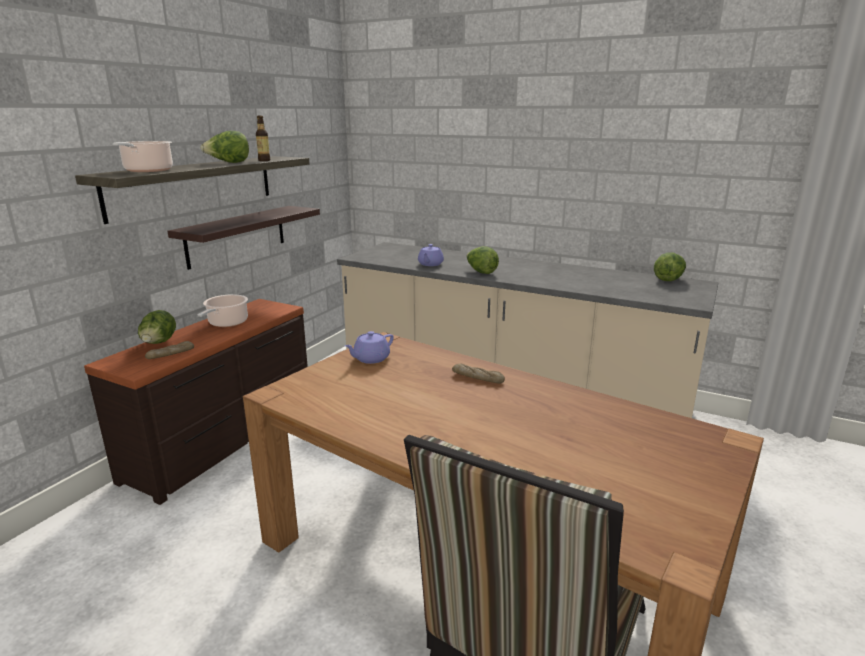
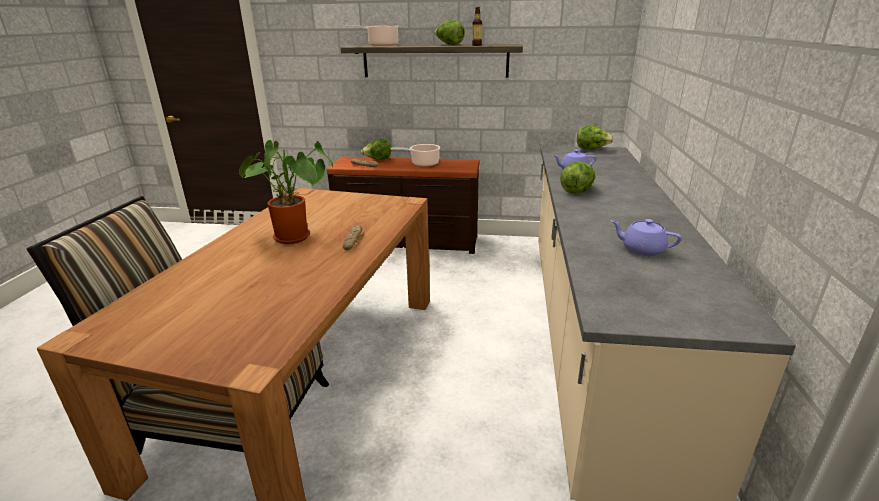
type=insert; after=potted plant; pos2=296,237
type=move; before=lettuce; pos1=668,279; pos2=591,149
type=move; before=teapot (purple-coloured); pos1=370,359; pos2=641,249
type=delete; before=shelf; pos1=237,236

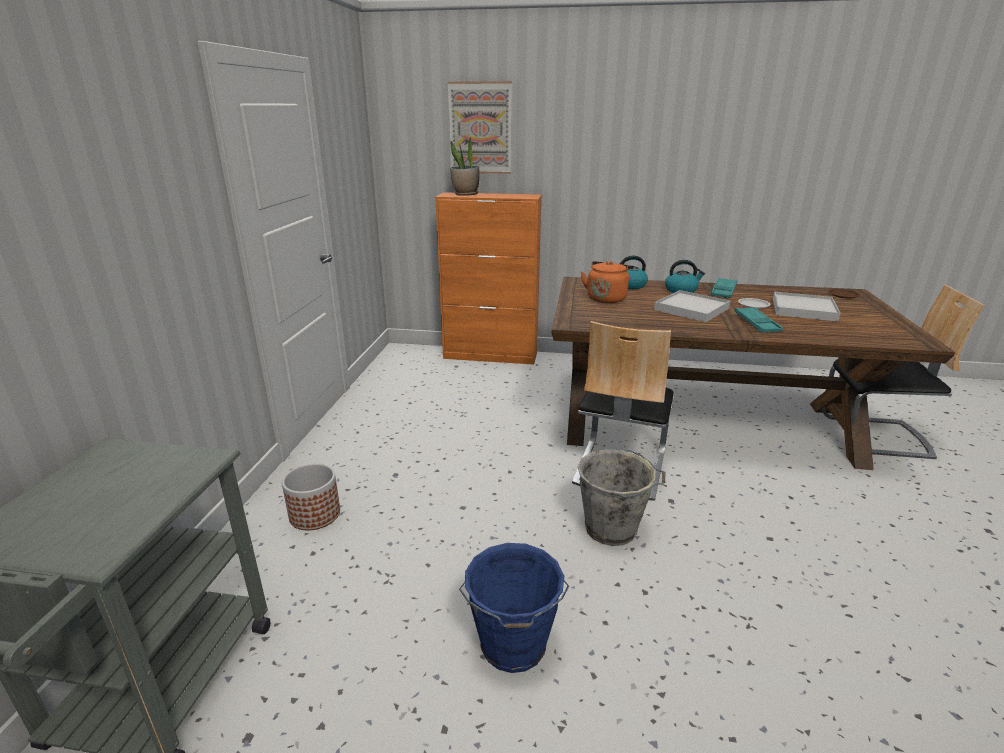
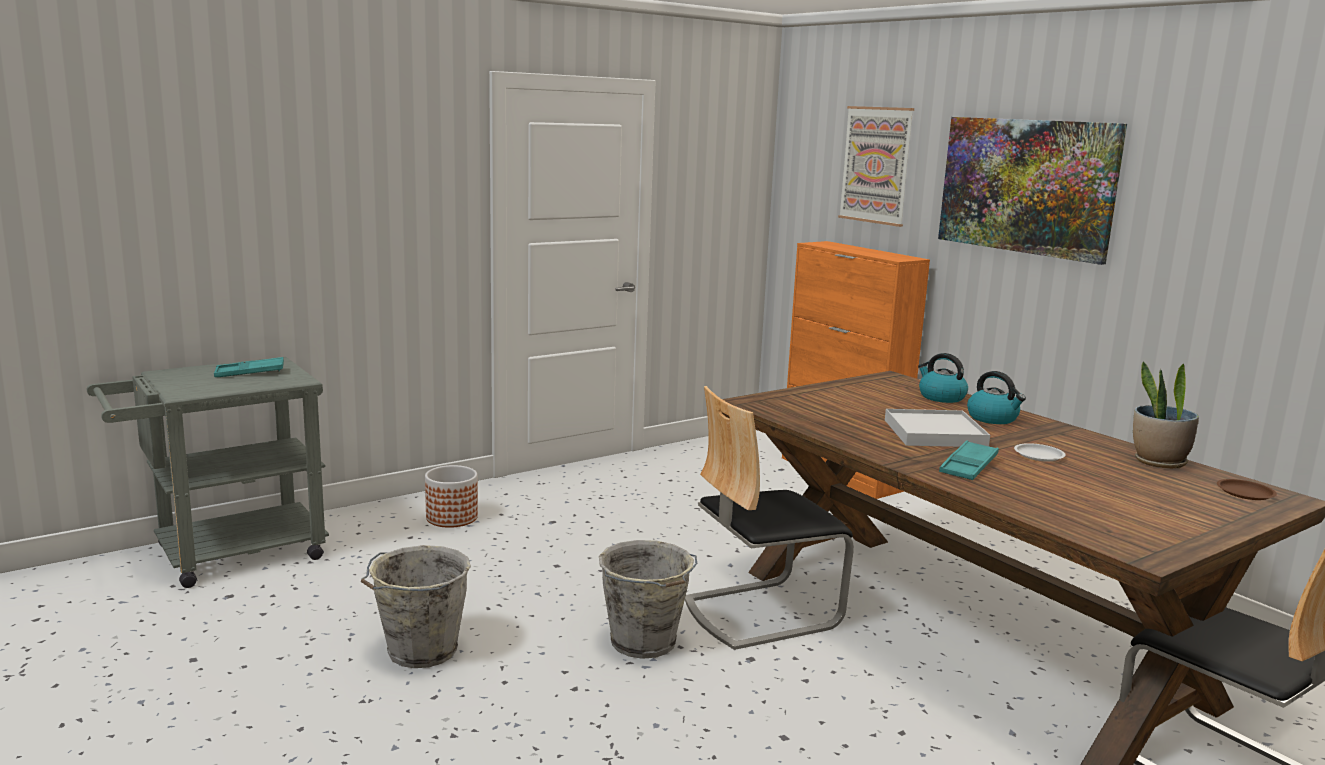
type=move; before=tray (turquoise); pos1=723,291; pos2=250,373
type=recolor; before=pail (blue); after=pail (gray); pos1=513,647; pos2=419,652
type=insert; after=wall art; pos2=1026,186
type=move; before=potted plant; pos1=465,194; pos2=1158,462
type=delete; before=kettle (orange); pos1=606,298
type=delete; before=tray (white); pos1=803,309

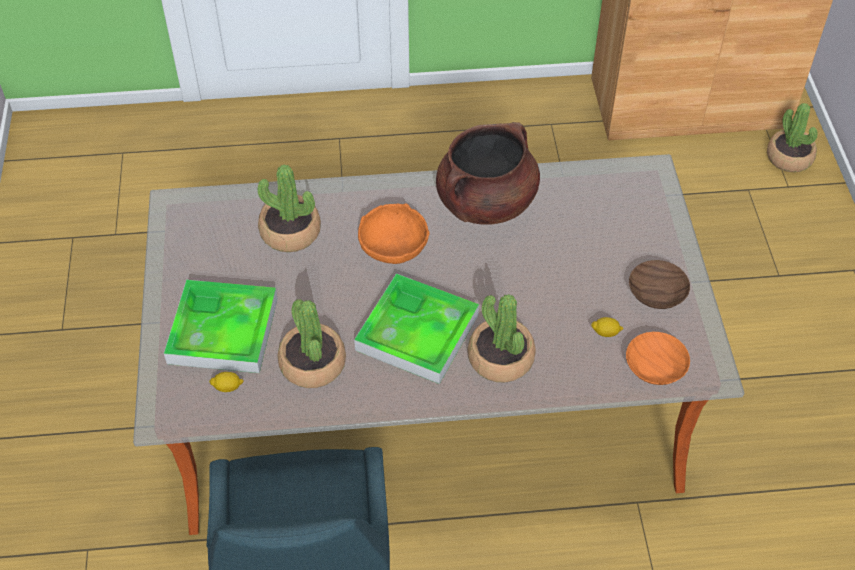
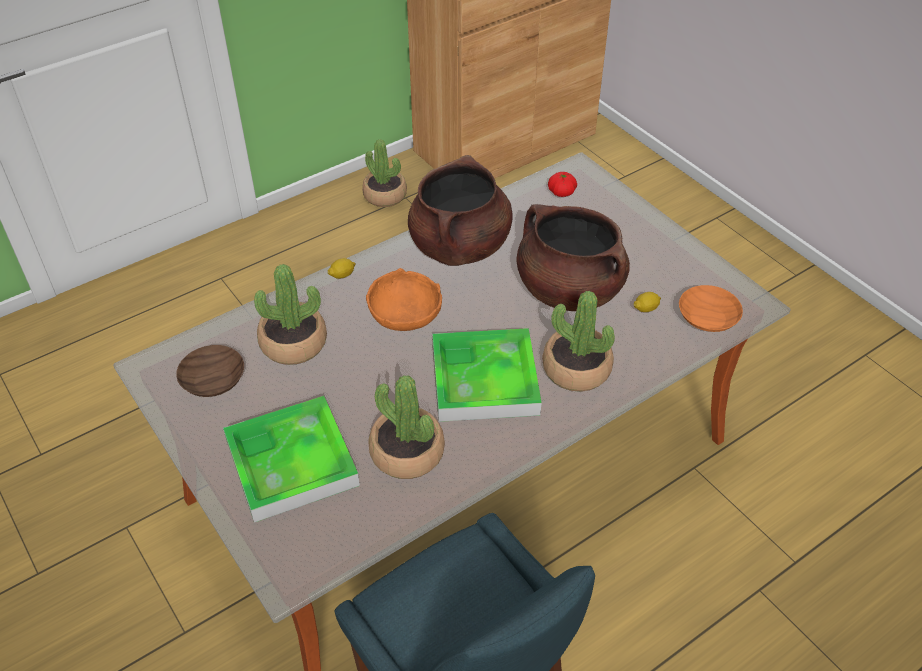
type=move; before=deep dish (brown); pos1=658,293; pos2=215,380
type=move; before=whole lemon; pos1=227,387; pos2=342,275
type=move; before=potted plant; pos1=789,158; pos2=385,195
type=insert; after=cooking pot (brown); pos2=568,290
type=insert; after=fresh tomato; pos2=561,192

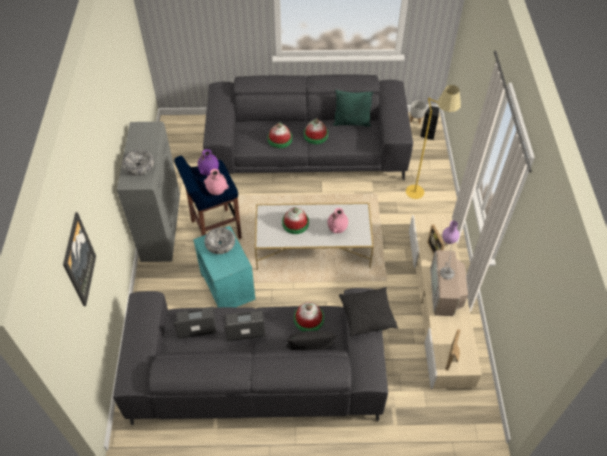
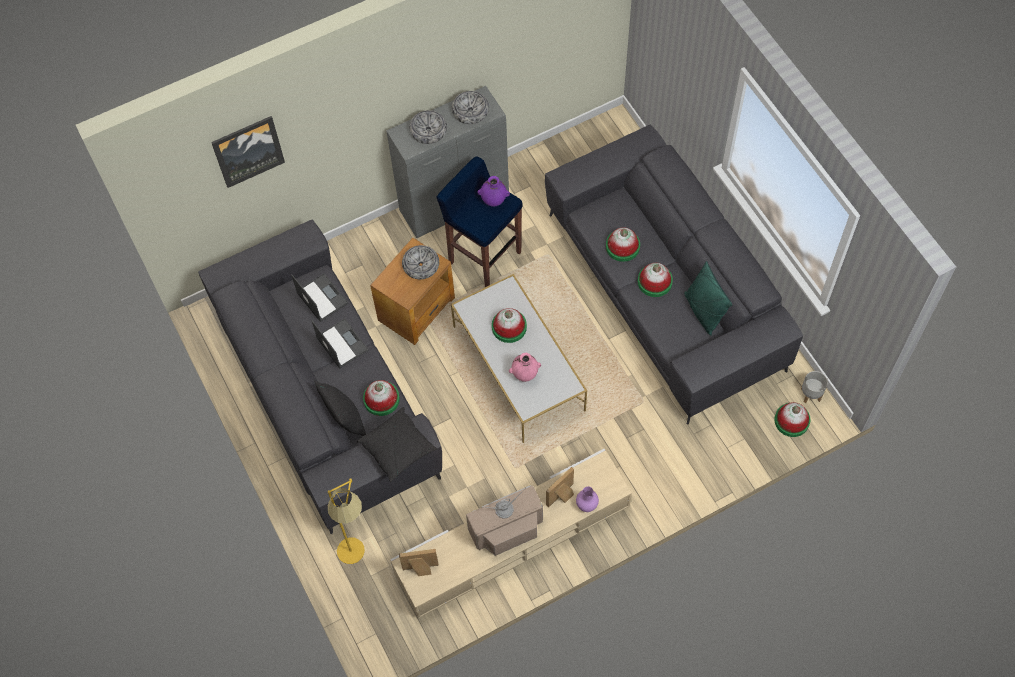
type=move; before=floor lamp (yellowish); pos1=422,189; pos2=359,559
type=recolor; before=accent table (turquoise); after=accent table (brown); pos1=227,285; pos2=417,309
type=insert; after=deep dish; pos2=470,111
type=replace; before=audio speaker (black); after=hat; pos1=428,134; pos2=792,421
type=delete; before=decorative vase (pinkish); pos1=217,191

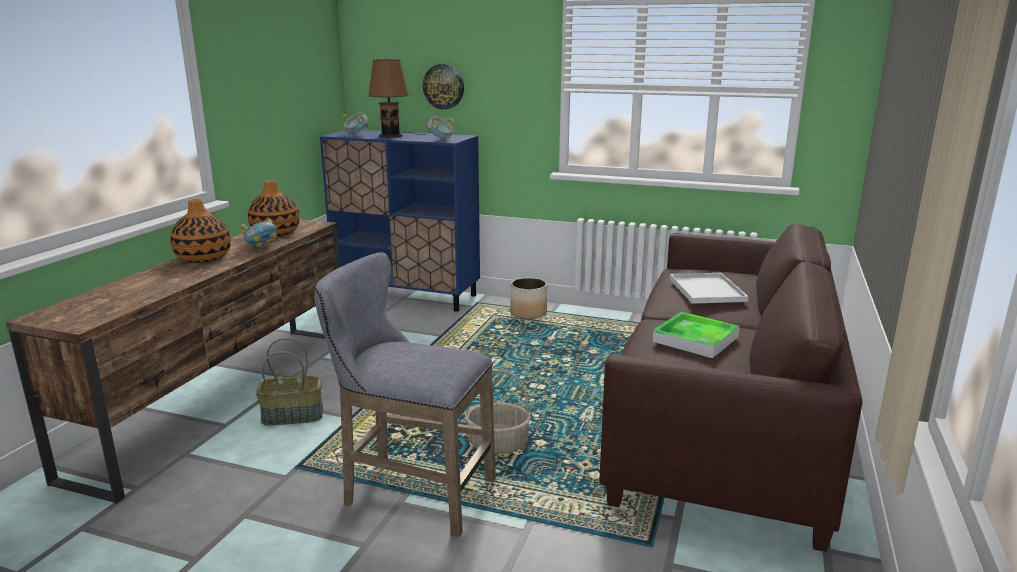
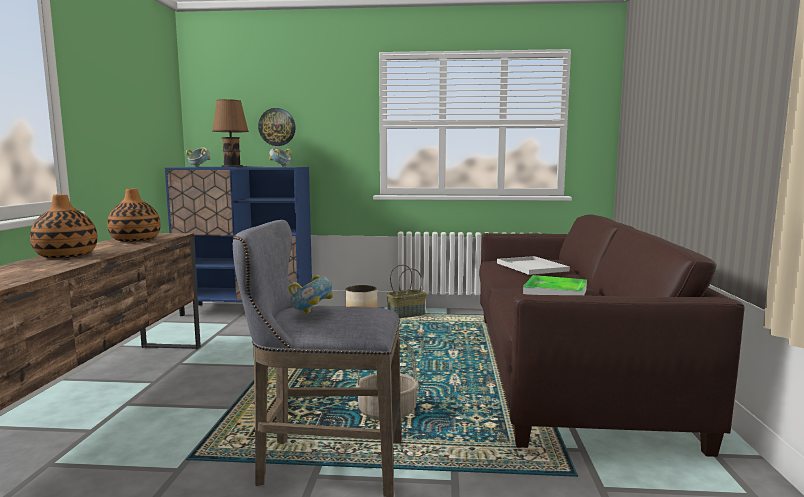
type=move; before=deep dish; pos1=261,247; pos2=311,313
type=move; before=basket; pos1=293,416; pos2=406,315

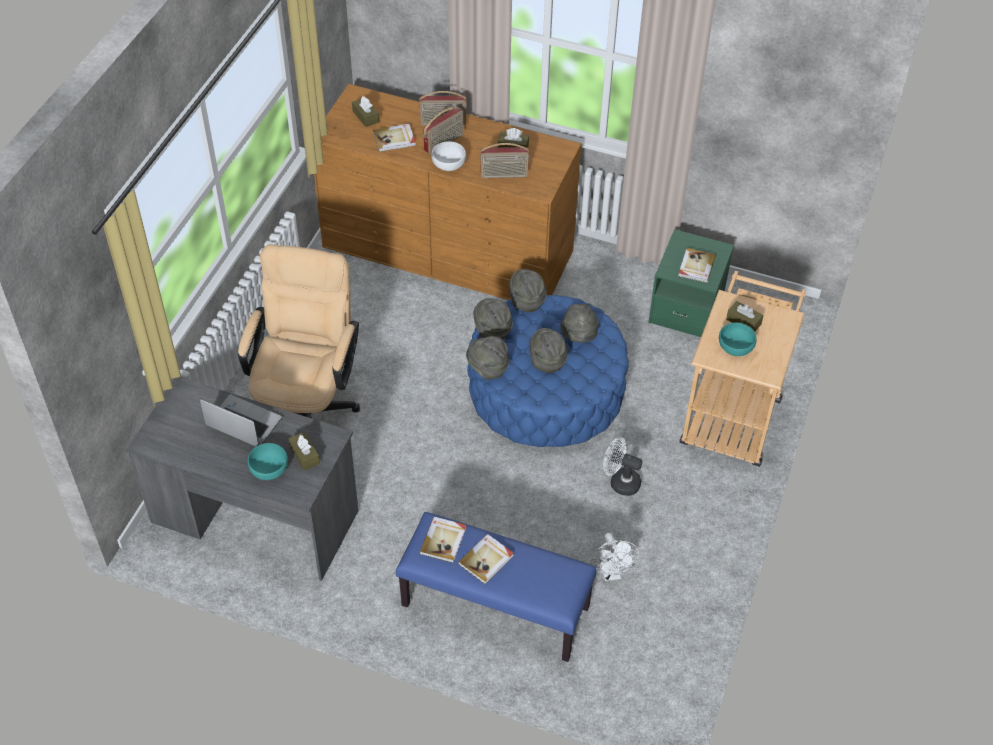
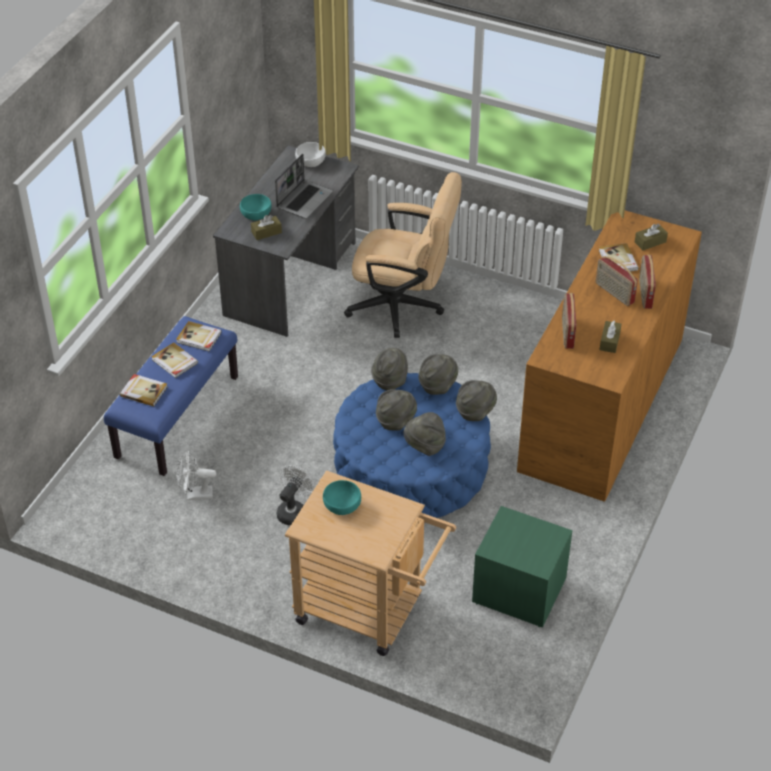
type=move; before=book; pos1=695,266; pos2=144,391
type=move; before=deep dish (white); pos1=448,164; pos2=311,161
type=delete; before=box of tissues (brown); pos1=743,321

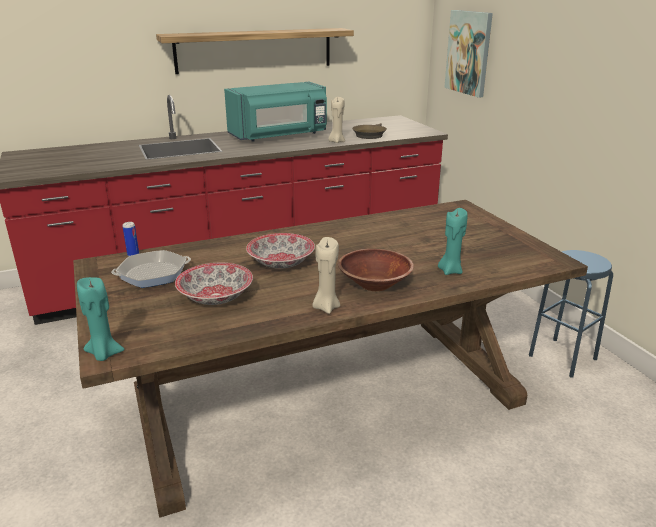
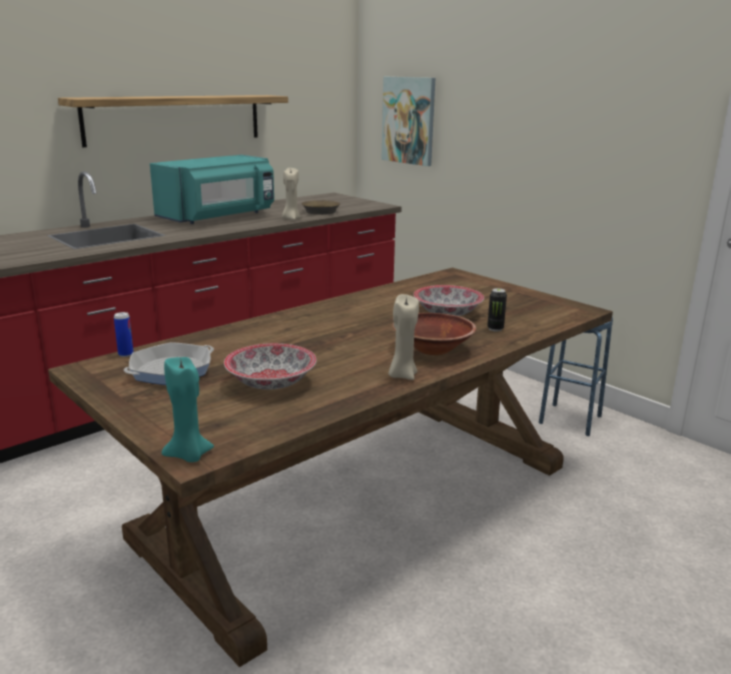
type=move; before=deep dish; pos1=280,263; pos2=446,313
type=replace; before=wax light (turquoise); after=sealed can; pos1=450,271; pos2=495,329

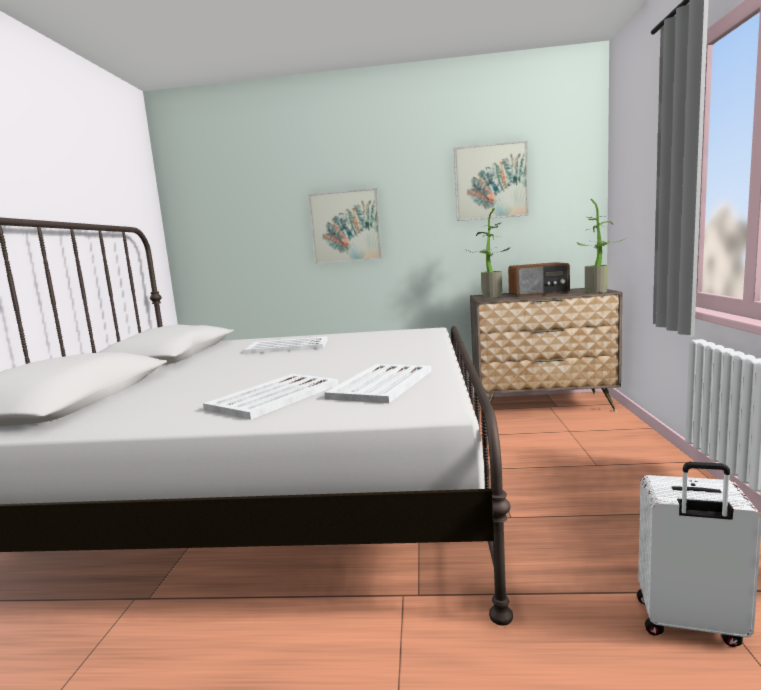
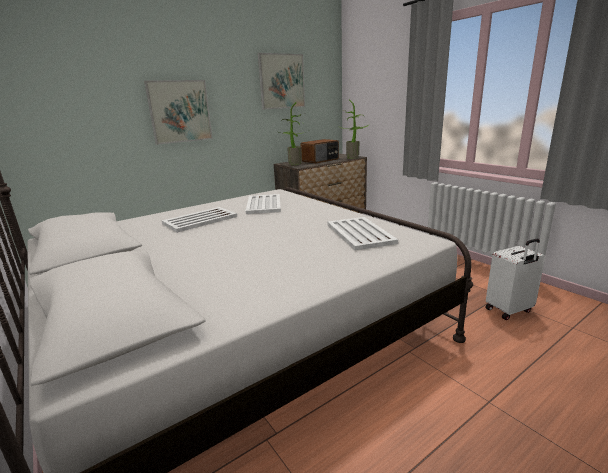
type=move; before=tray (white); pos1=273,397; pos2=263,205

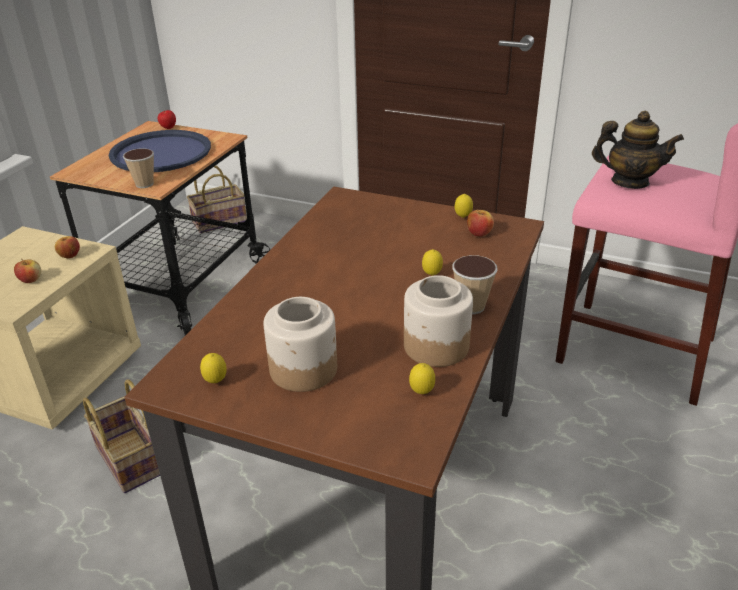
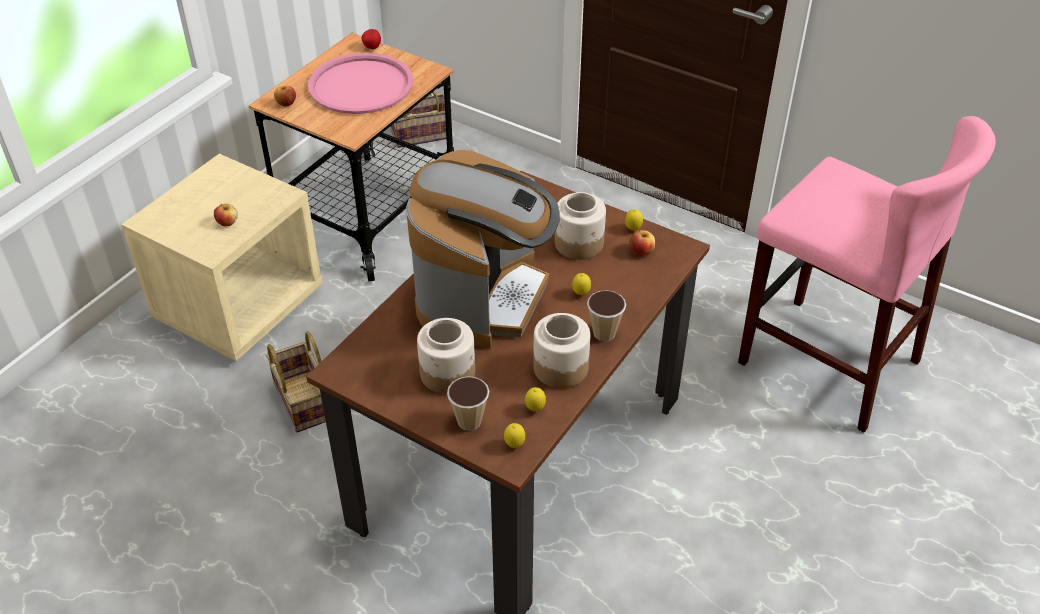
type=move; before=apple; pos1=70,256; pos2=286,103
type=recolor; before=tray (blue); after=tray (pinkish); pos1=161,153; pos2=360,85
type=insert; after=coffee brewer; pos2=484,297
type=move; before=small cup; pos1=144,184; pos2=469,421
type=move; before=whole lemon; pos1=215,382; pos2=514,445
type=insert; after=preserve jar; pos2=579,244
type=delete; before=teapot; pos1=629,182

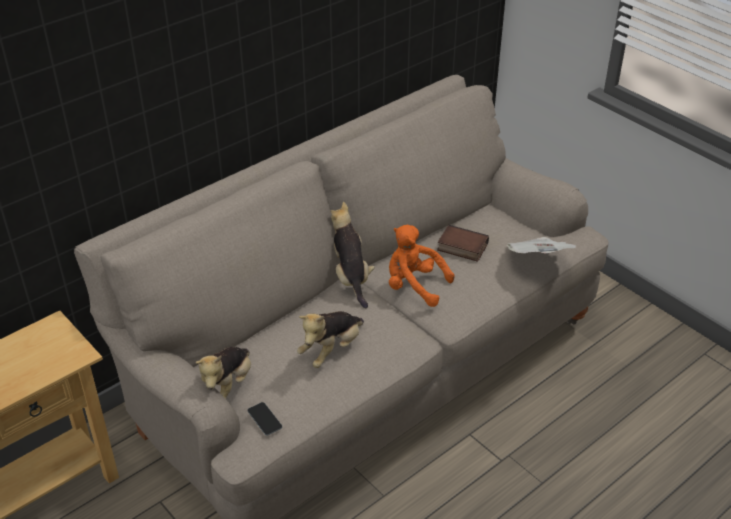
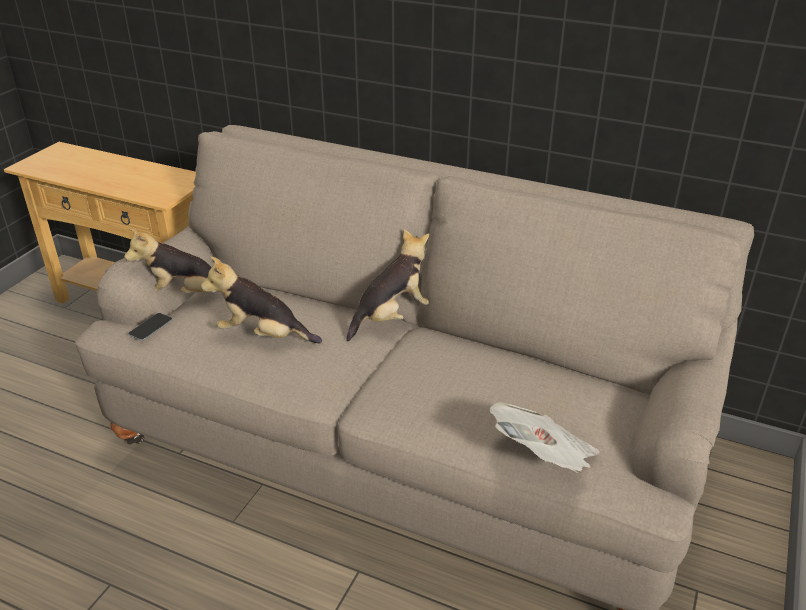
type=delete; before=soft toy (orange); pos1=414,286
type=delete; before=book; pos1=461,247

